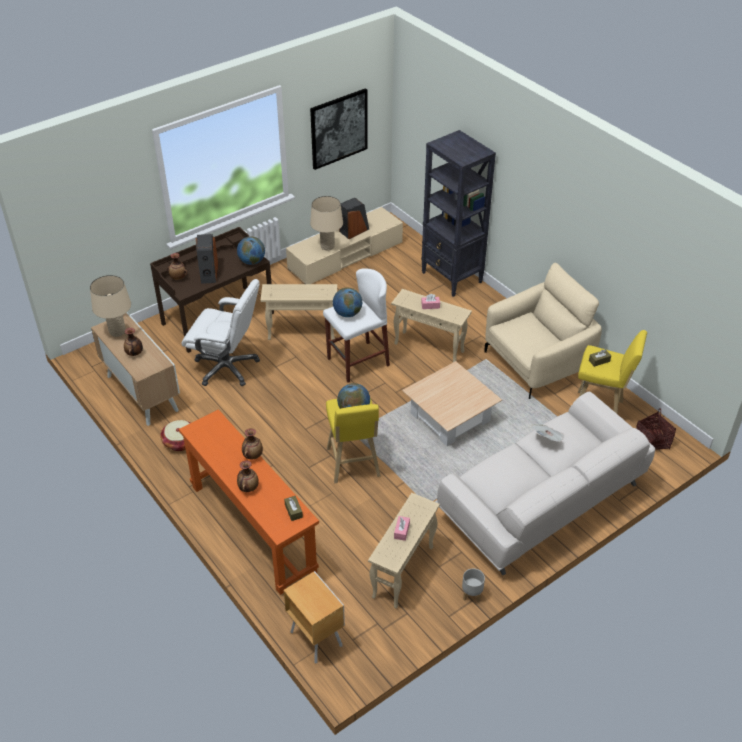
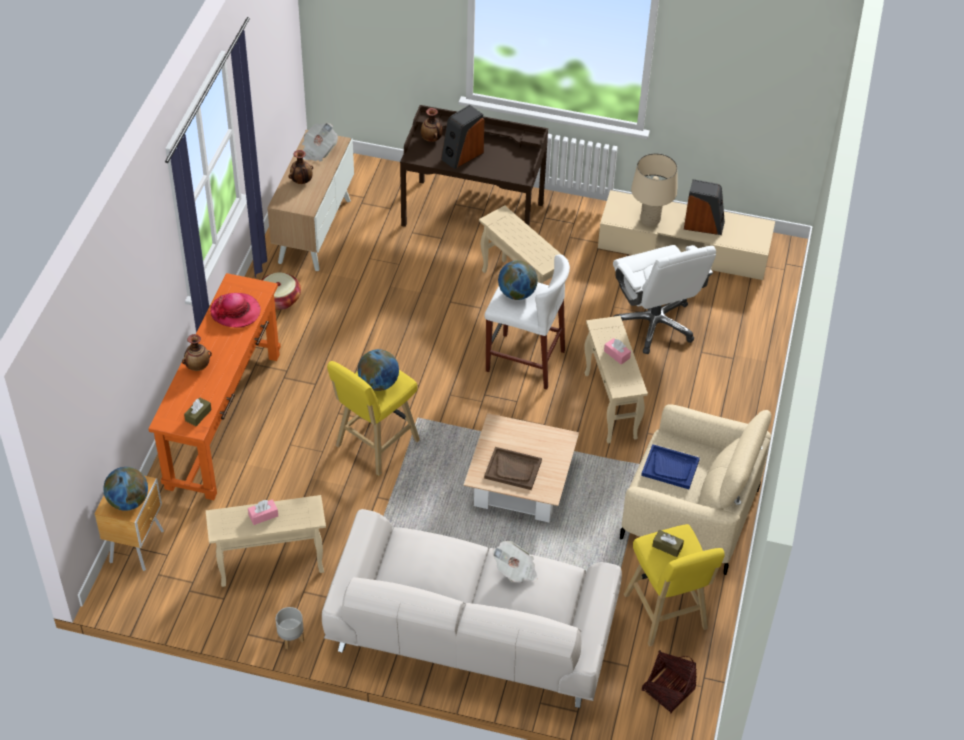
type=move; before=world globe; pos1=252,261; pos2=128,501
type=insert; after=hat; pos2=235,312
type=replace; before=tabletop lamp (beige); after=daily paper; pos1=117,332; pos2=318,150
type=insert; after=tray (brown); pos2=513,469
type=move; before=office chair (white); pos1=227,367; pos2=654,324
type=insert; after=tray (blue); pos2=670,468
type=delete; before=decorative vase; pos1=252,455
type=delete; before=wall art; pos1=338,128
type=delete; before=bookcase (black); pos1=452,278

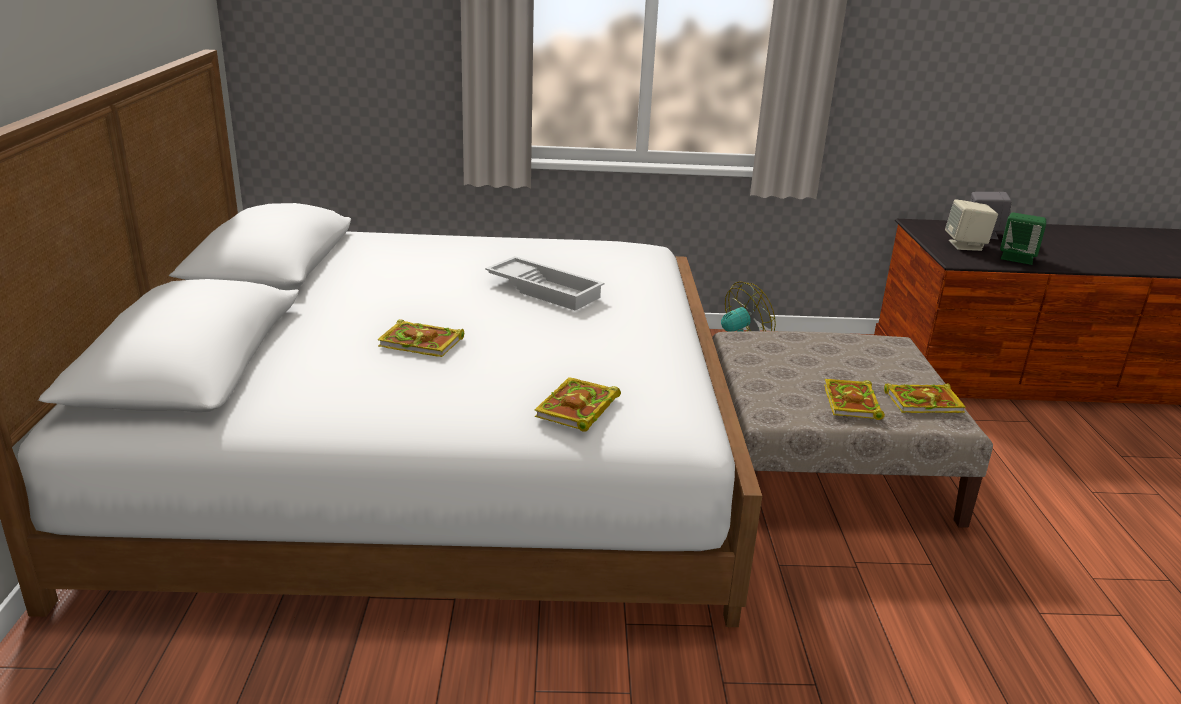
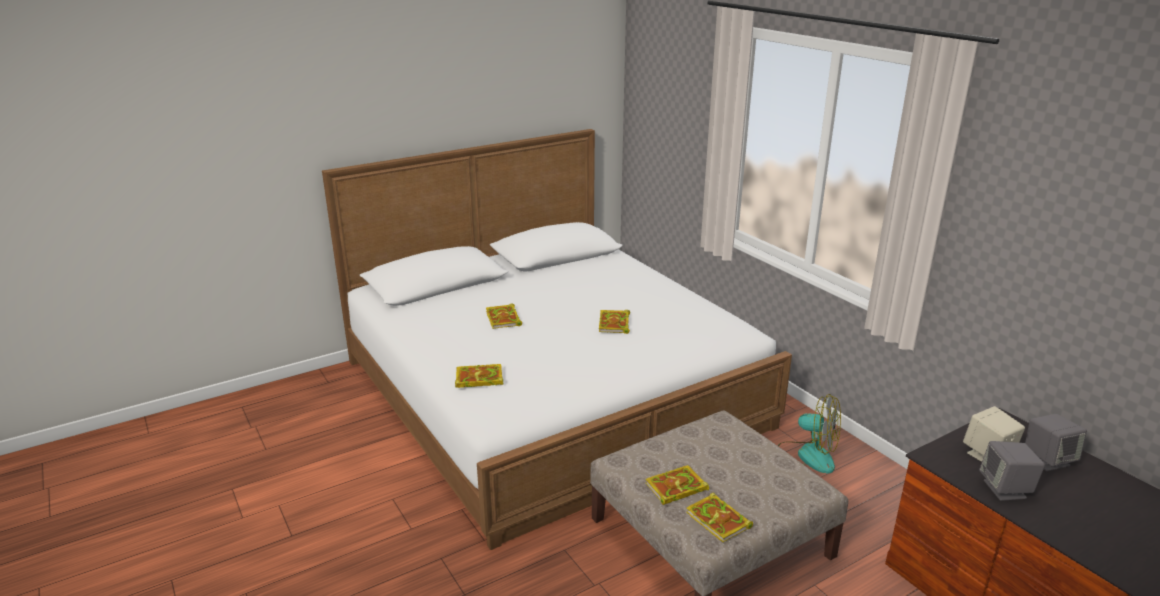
type=replace; before=tray (white); after=book; pos1=545,289; pos2=614,324
type=recolor; before=audio speaker (green); after=audio speaker (gray); pos1=1017,258; pos2=1005,489

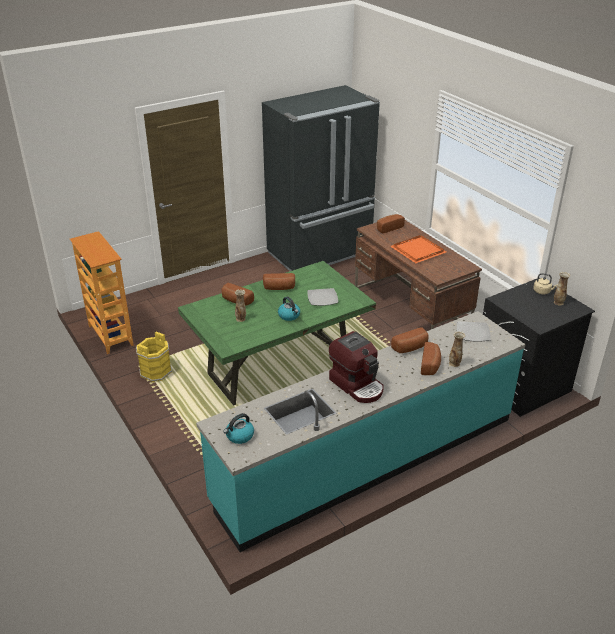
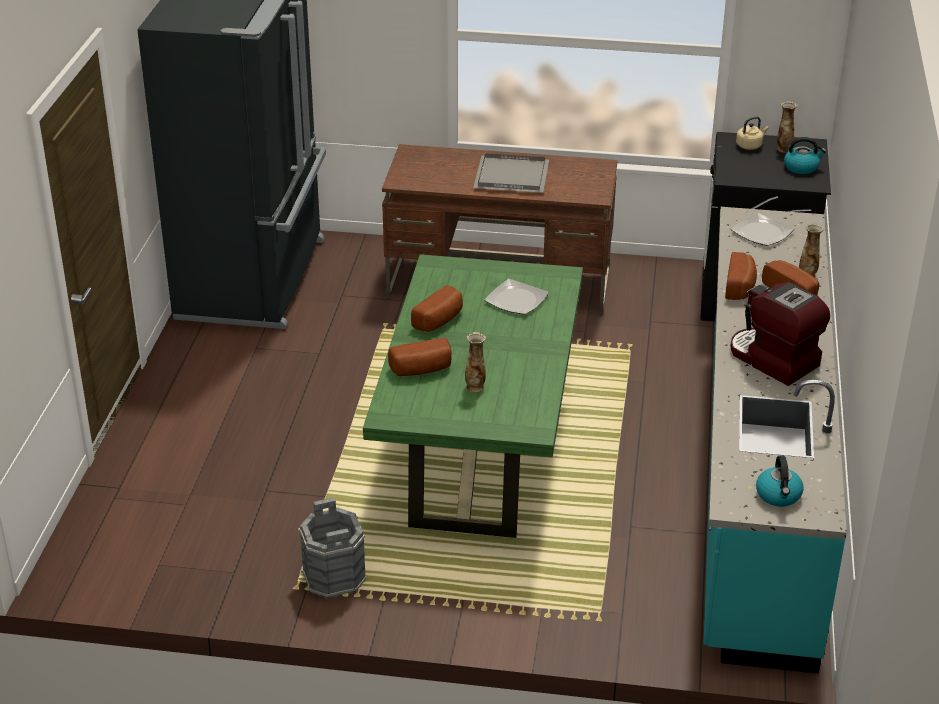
type=recolor; before=pail (yellowish); after=pail (gray); pos1=155,372; pos2=333,577
type=recolor; before=tray (orange); after=tray (gray); pos1=418,250; pos2=510,176
type=rotate; before=coffee brewer; pos1=357,385; pos2=772,360; turn=-135
type=move; before=kettle; pos1=289,316; pos2=801,167
type=delete; before=bookcase; pos1=110,336
type=delete; before=baked bread; pos1=388,228

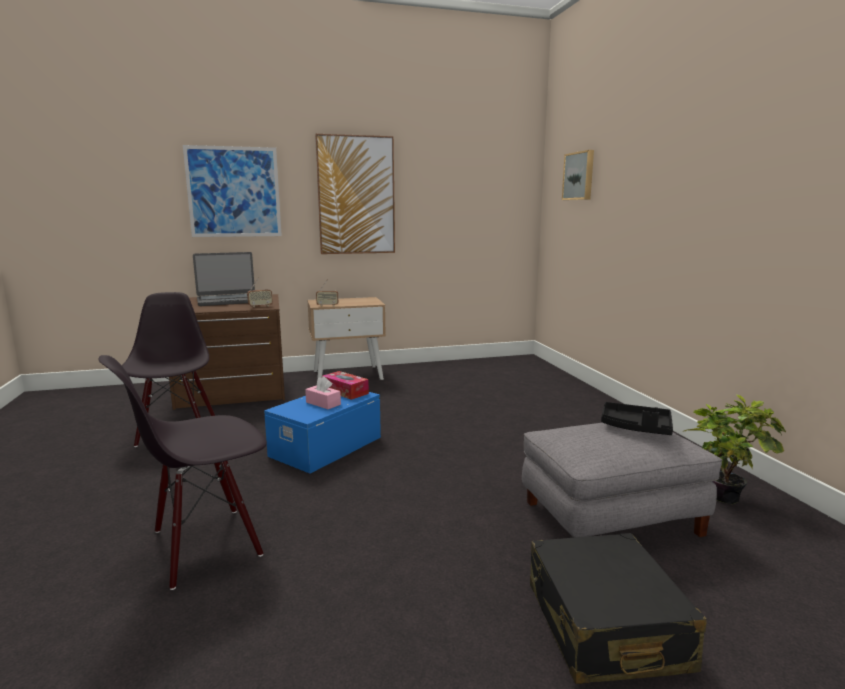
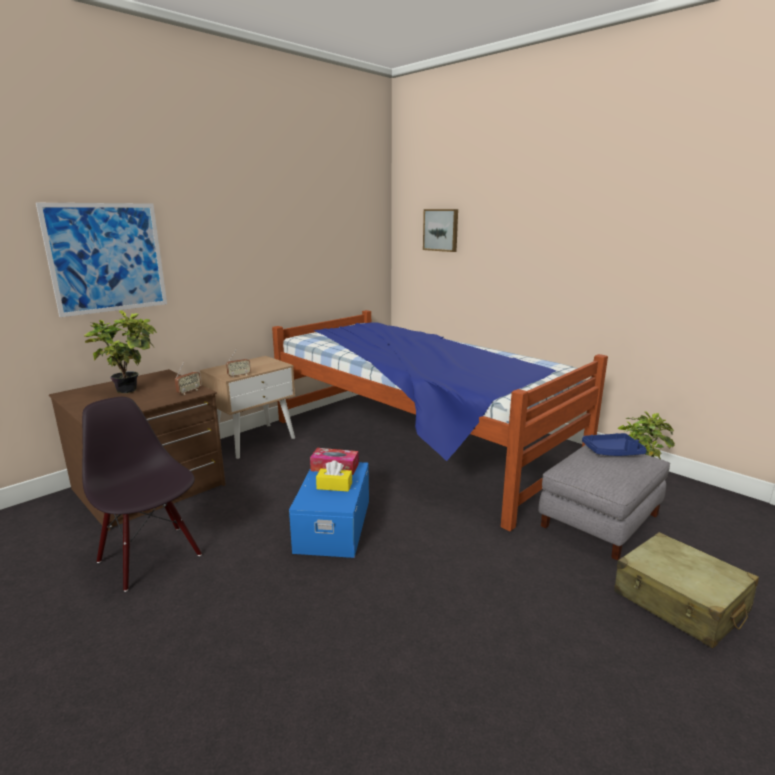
type=replace; before=laptop; after=potted plant; pos1=228,301; pos2=131,389
type=insert; after=sleeping bed; pos2=418,443
type=recolor; before=box of tissues (pinkish); after=box of tissues (yellowish); pos1=323,403; pos2=334,486
type=recolor; before=tray (black); after=tray (blue); pos1=636,427; pos2=612,452
type=recolor; before=travel case (black); after=travel case (beige); pos1=604,626; pos2=680,602
type=delete; before=upright chair (black); pos1=206,545
type=delete; before=wall art; pos1=356,195

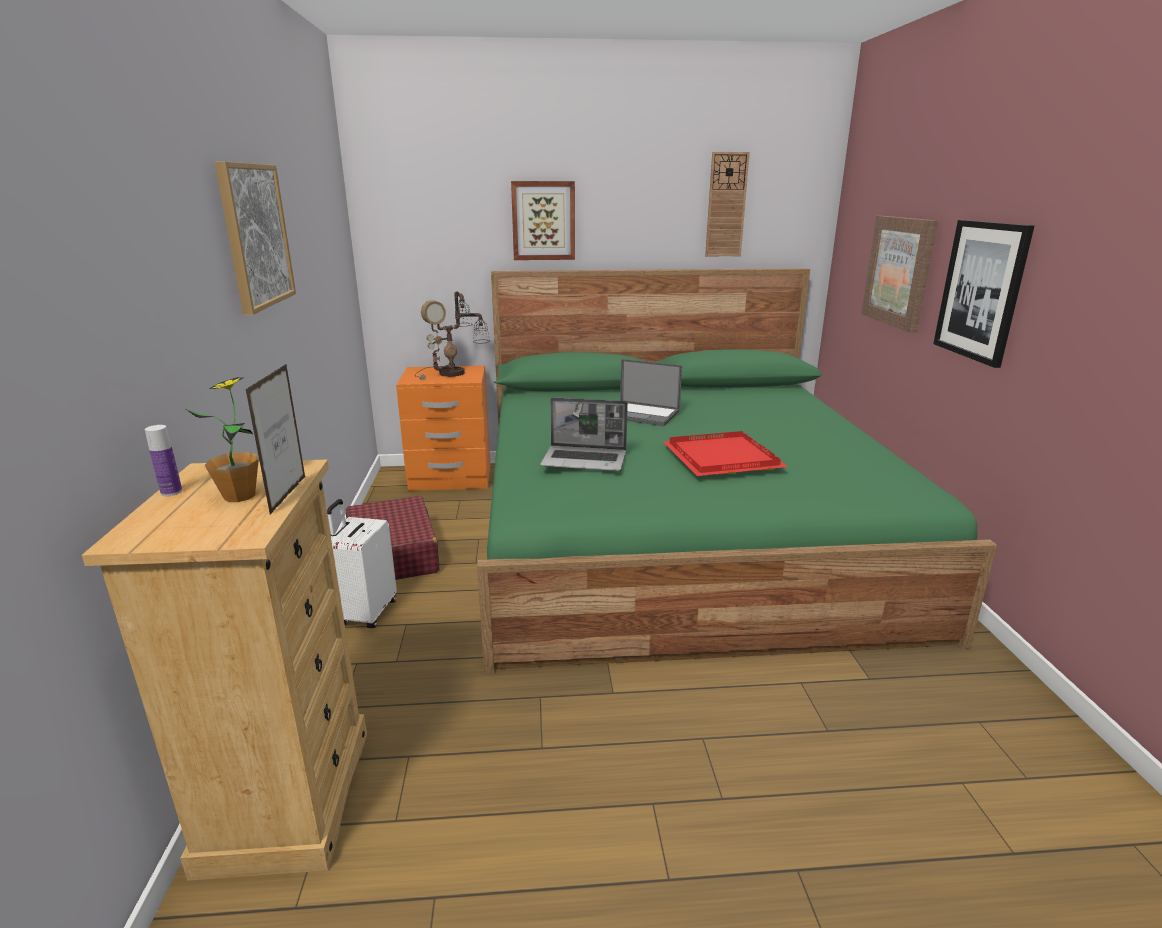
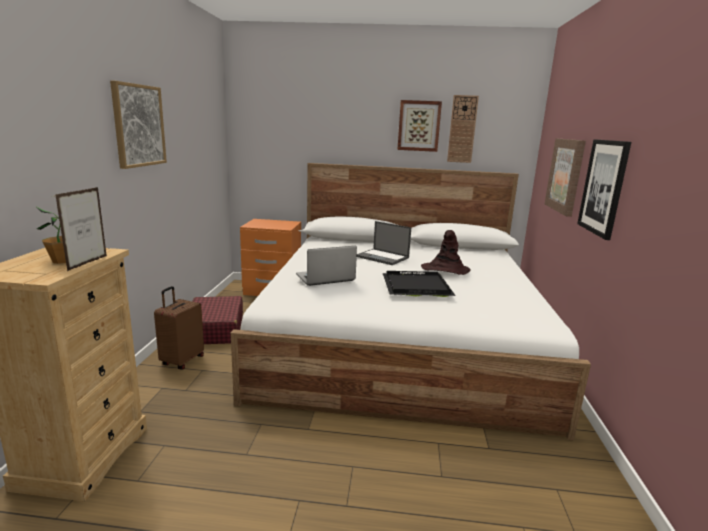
type=recolor; before=travel case (white); after=travel case (brown); pos1=365,613; pos2=182,360
type=recolor; before=sleeping bed (green); after=sleeping bed (white); pos1=677,533; pos2=400,339
type=rotate; before=laptop; pos1=585,460; pos2=324,278; turn=135
type=recolor; before=tray (reddish); after=tray (black); pos1=719,457; pos2=415,286
type=move; before=wall art; pos1=543,221; pos2=419,126
type=insert; after=hat (brown); pos2=445,269
type=delete; before=bottle; pos1=171,492
type=delete; before=tabletop lamp; pos1=453,373

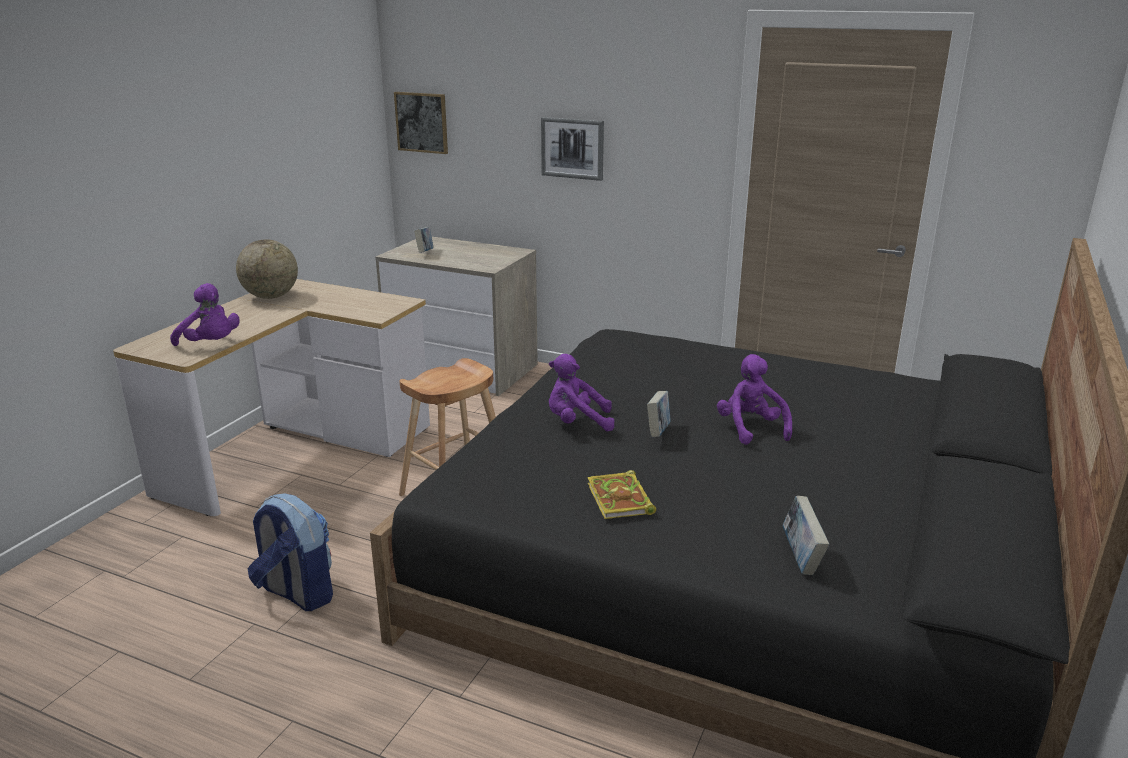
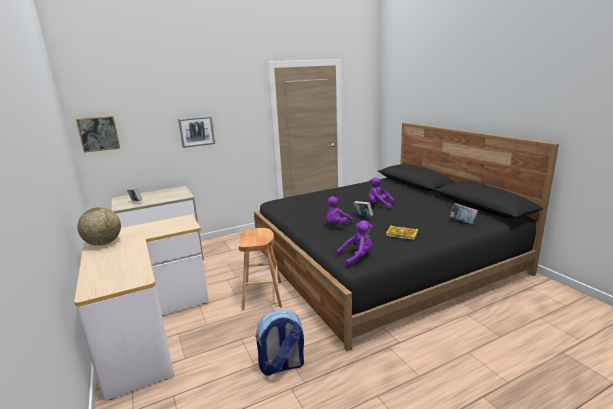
type=move; before=soft toy (purple-coloured); pos1=211,344; pos2=357,257

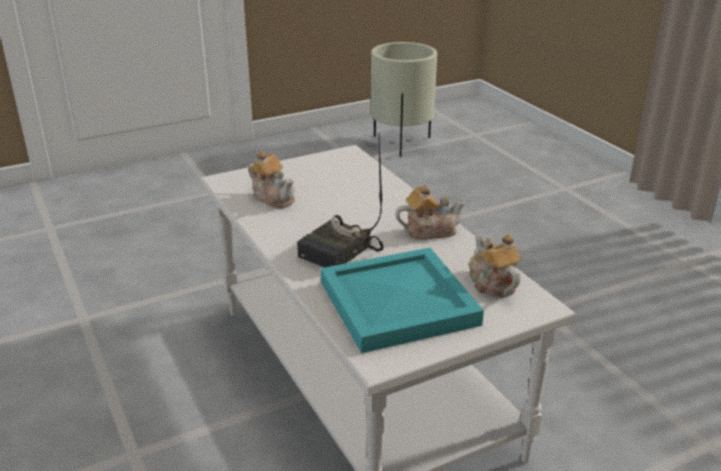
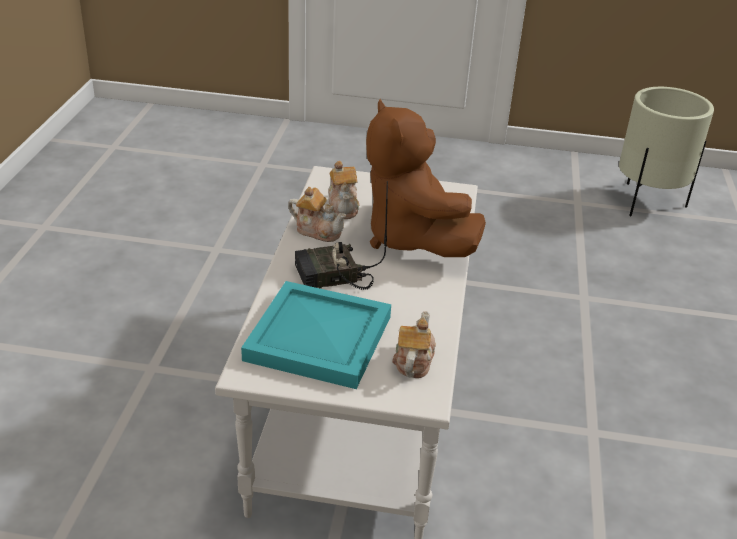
type=move; before=teapot; pos1=429,231; pos2=318,231
type=insert; after=soft toy (brown); pos2=412,238

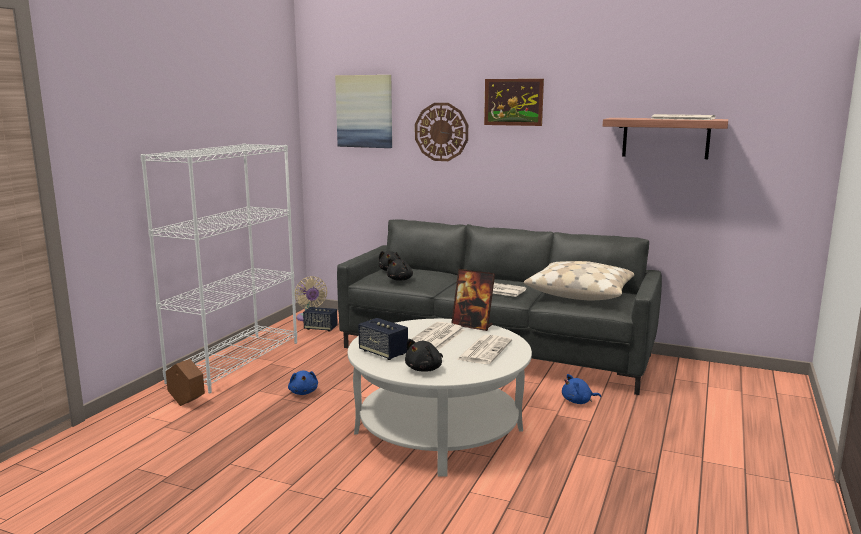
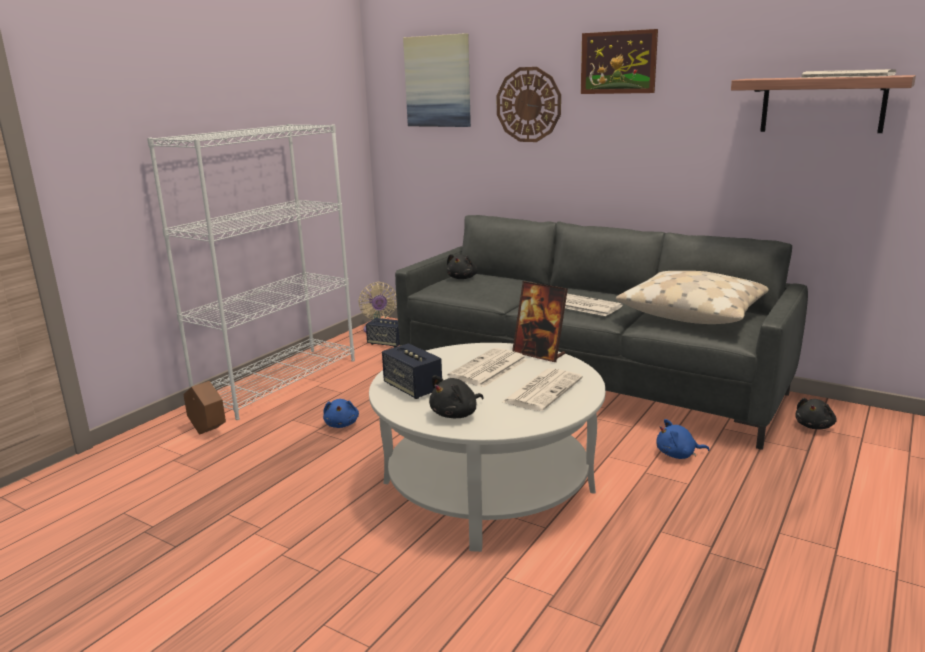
type=move; before=soft toy (black); pos1=400,279; pos2=814,426

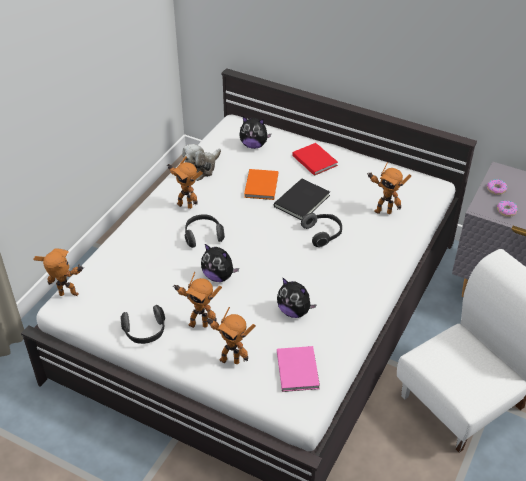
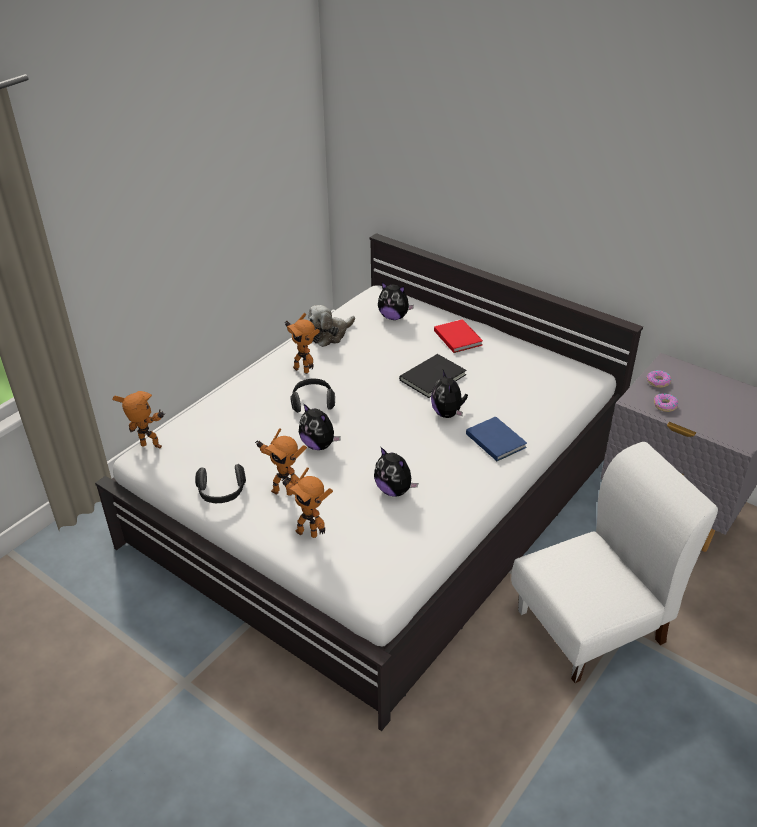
type=replace; before=pair of headphones; after=soft toy; pos1=323,234; pos2=448,413
type=insert; after=book (blue); pos2=495,439
type=delete; before=book (orange); pos1=260,186
type=delete; before=book (pinkish); pos1=298,369
type=delete; before=toy robot; pos1=383,211

